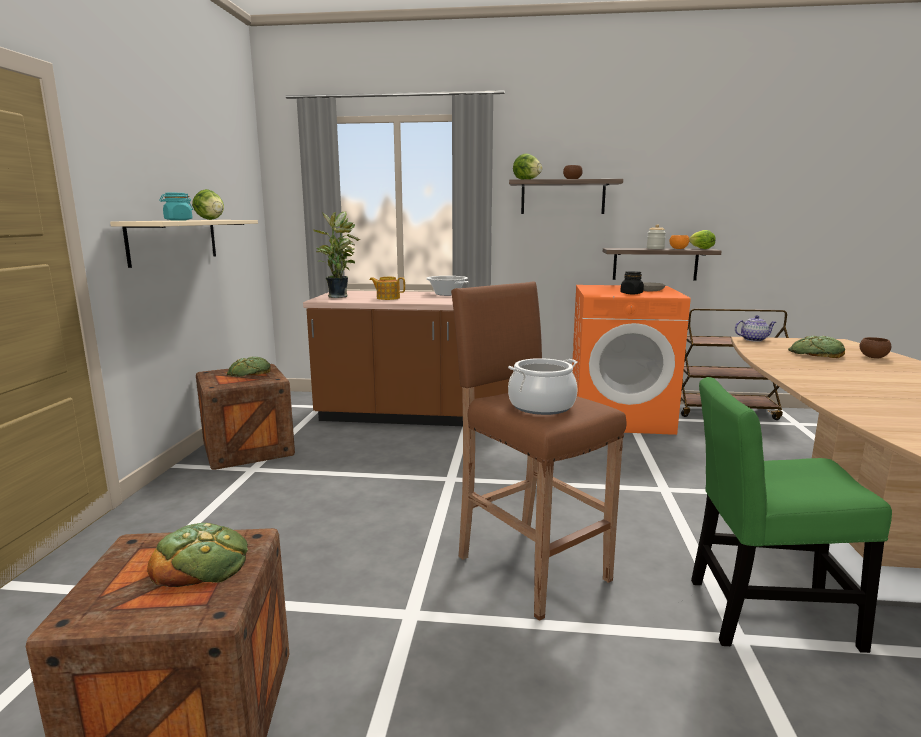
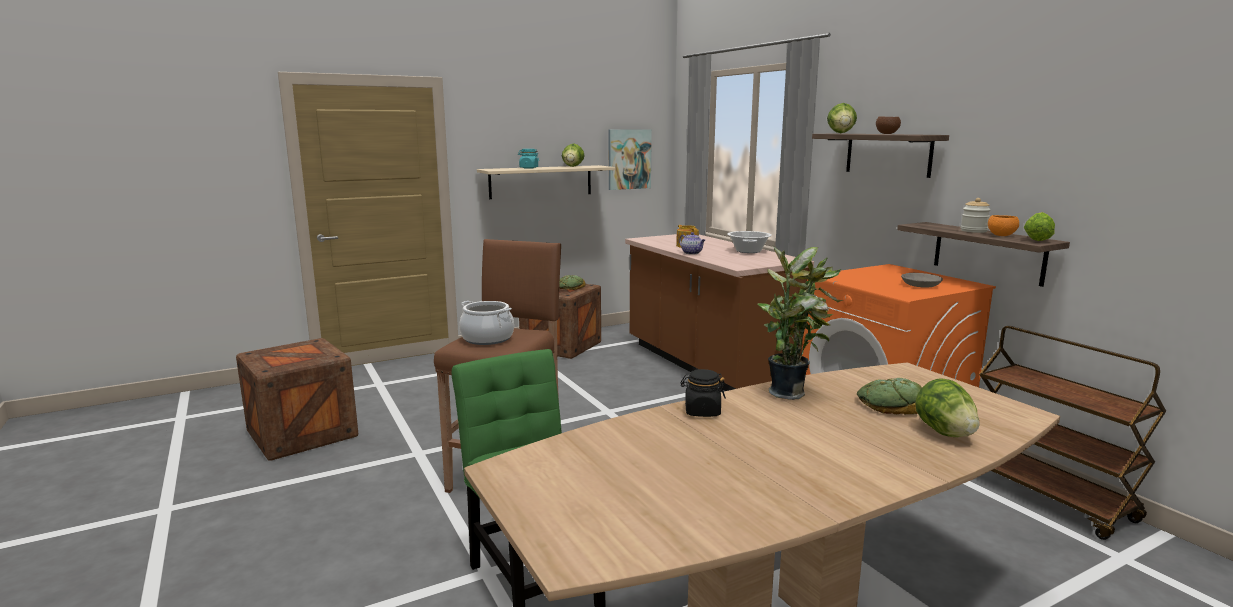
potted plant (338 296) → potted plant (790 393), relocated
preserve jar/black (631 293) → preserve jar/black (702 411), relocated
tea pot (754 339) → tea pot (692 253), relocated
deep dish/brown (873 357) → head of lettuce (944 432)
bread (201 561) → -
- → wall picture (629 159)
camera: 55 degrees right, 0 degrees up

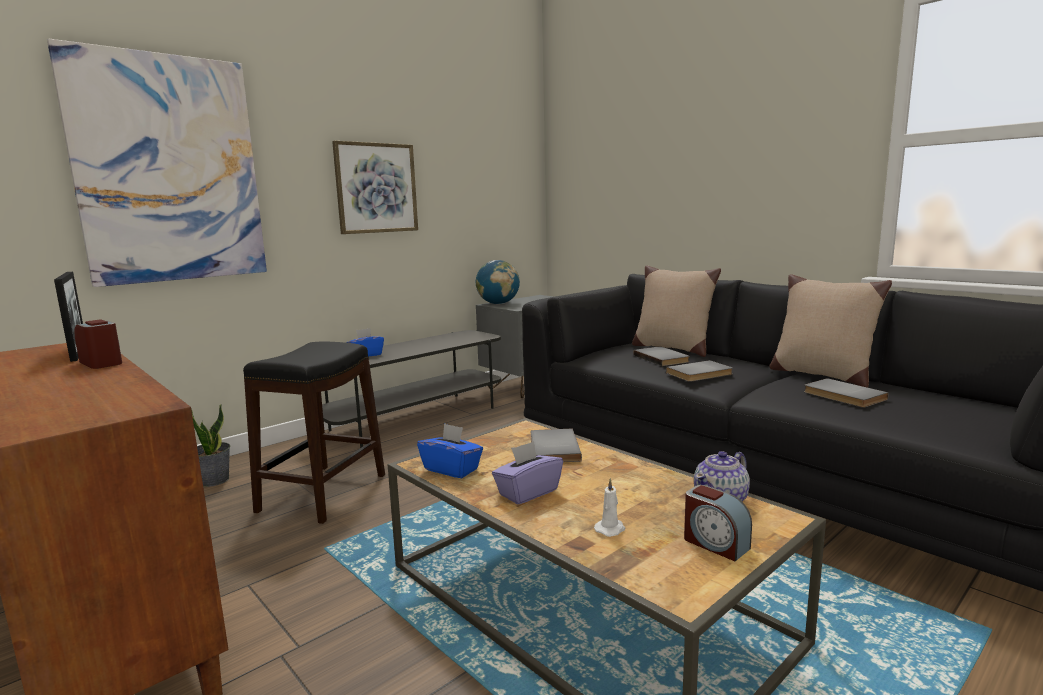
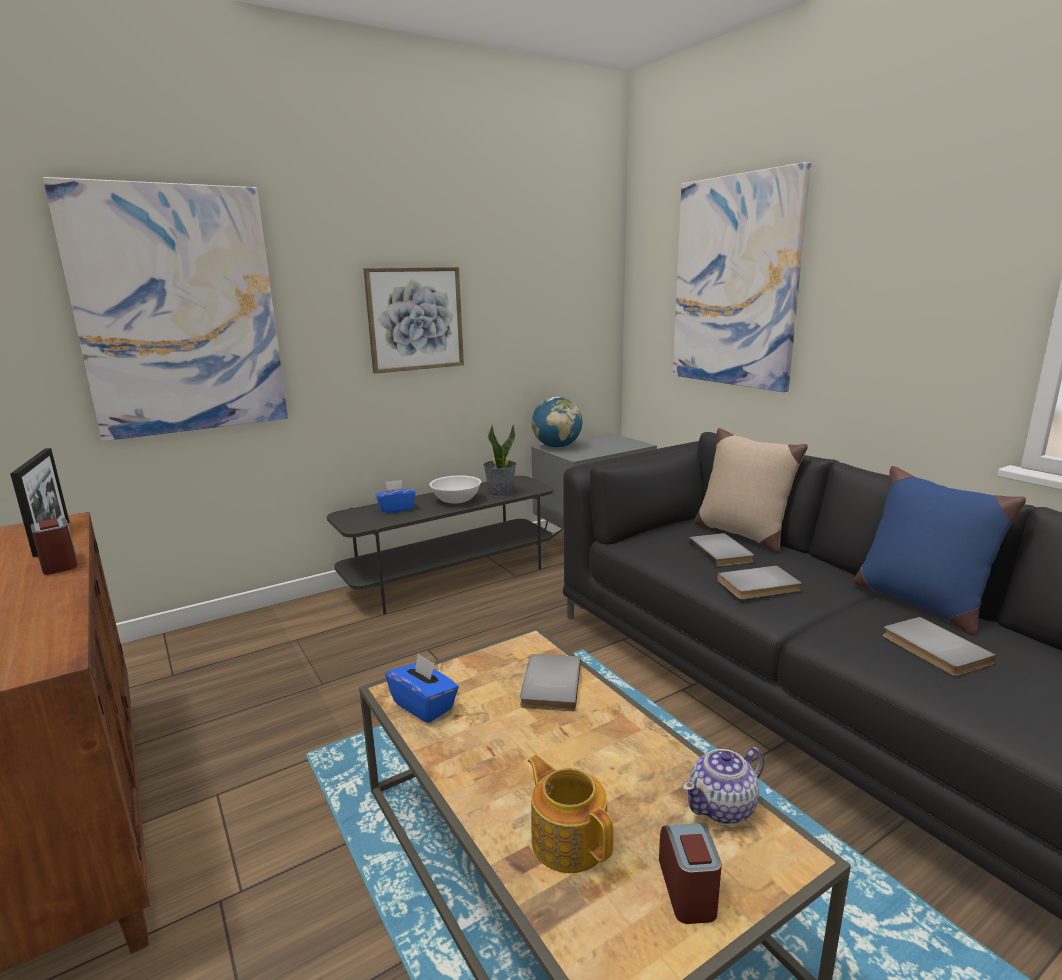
throw pillow/sand-coloured (821 375) → throw pillow/bluish (918 602)
stool seat/black (322 493) → -
potted plant (214 480) → potted plant (500 492), relocated
tissue holder/purple-coloured (527 492) → -
wax light/whitish (610 529) → tea pot (568 839)
alarm clock (715 544) → alarm clock (688 889), 150 degrees counterclockwise
- → wall picture (735 283)
- → deep dish/whitish (456 500)
camera: 10 degrees right, 5 degrees up

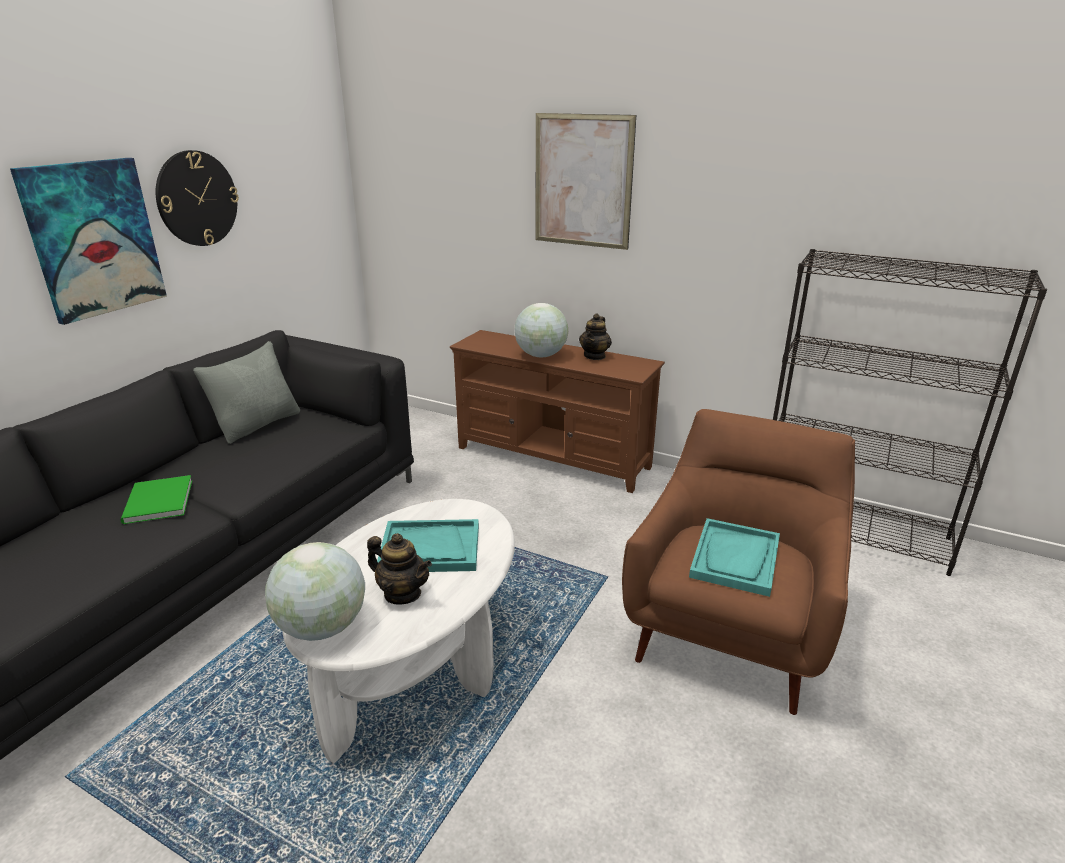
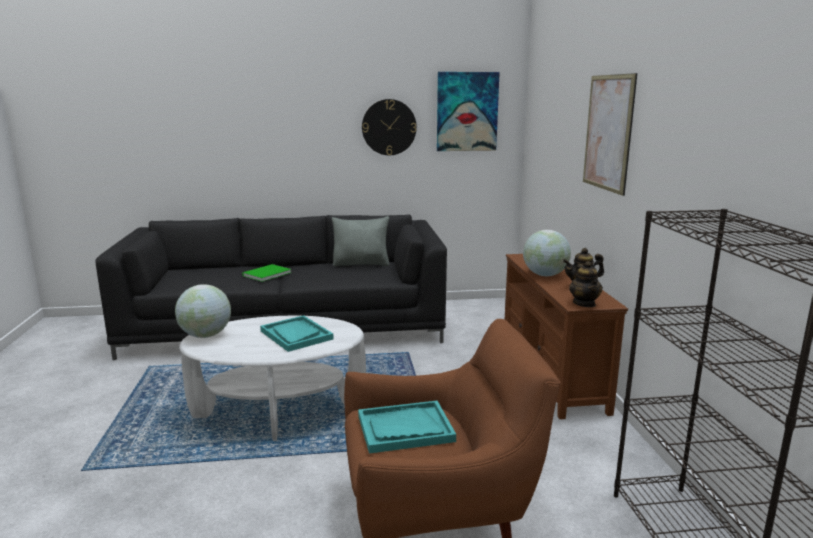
wall picture (94 239) → wall picture (467 112), relocated
tea pot (402 593) → tea pot (584 303), relocated
camera: 55 degrees right, 10 degrees down

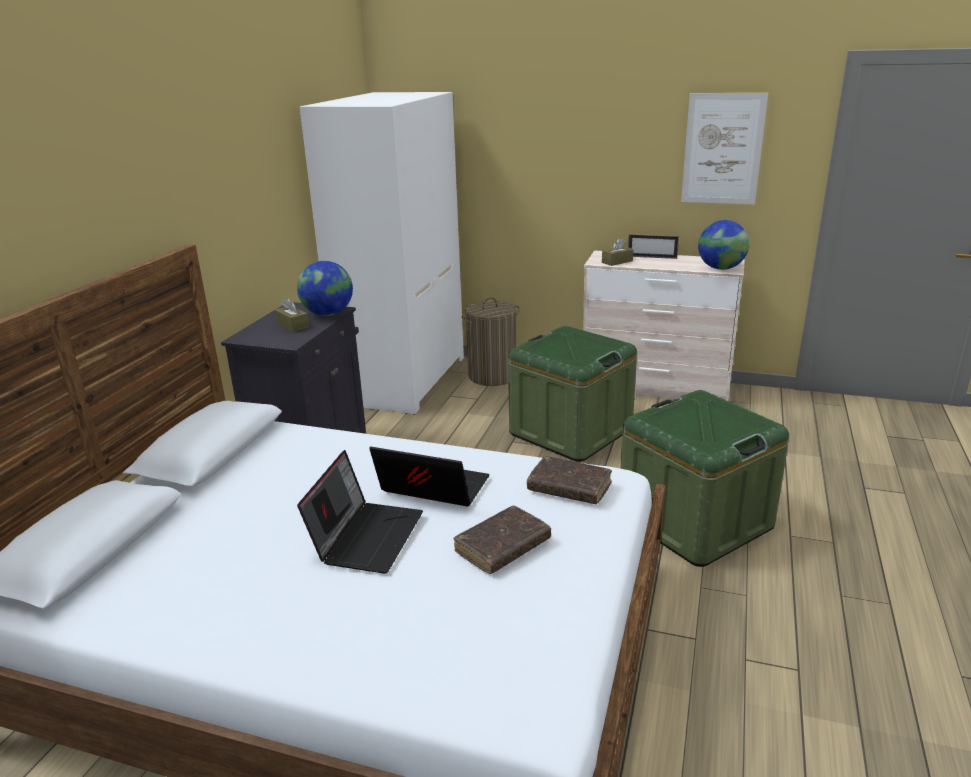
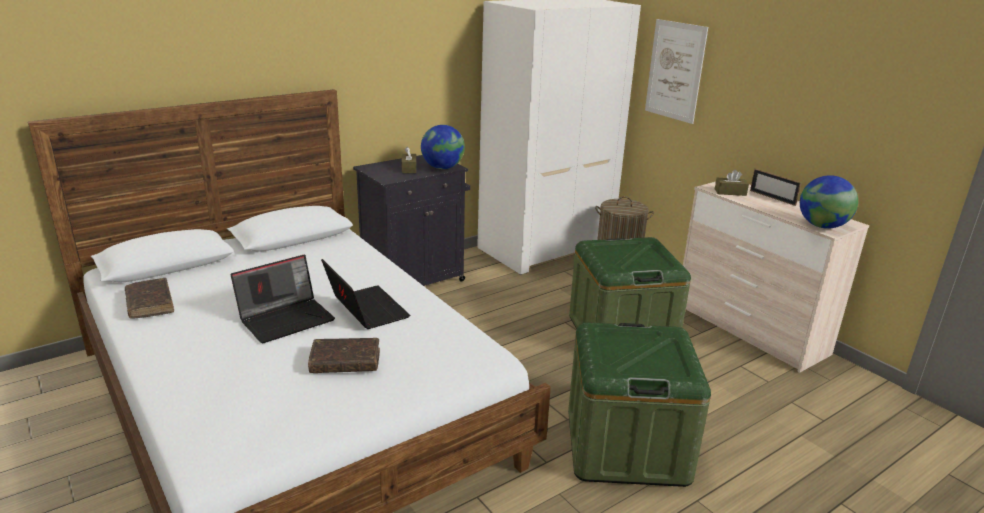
wall picture (722 149) → wall picture (675 71), relocated
bound book/brown (569 488) → bound book/brown (150 304), relocated
camera: 35 degrees right, 0 degrees up

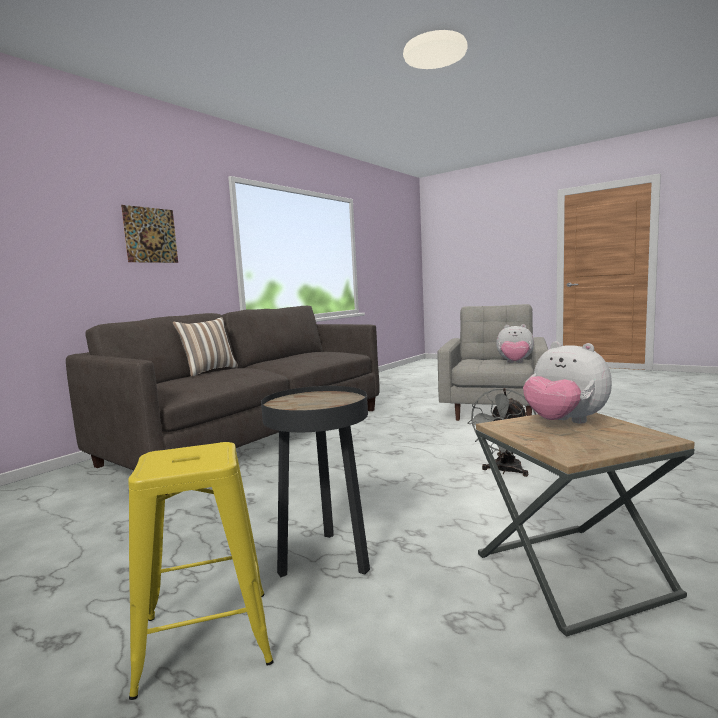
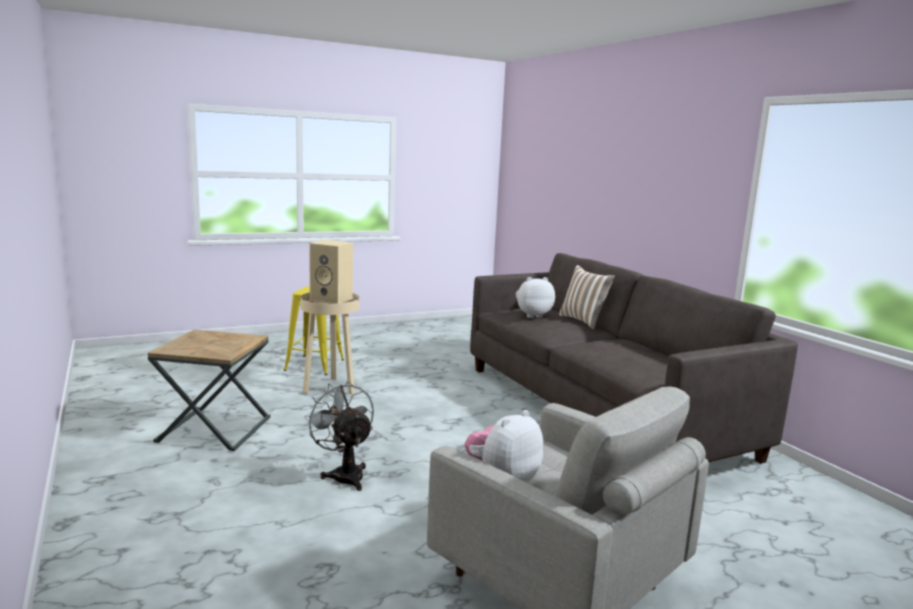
wall picture (150 235) → -
cuddly toy (564 422) → cuddly toy (532 315), relocated
side table/black (325 561) → side table/sand-coloured (330 388)
- → speaker/sand-coloured (332 299)
camera: 115 degrees right, 5 degrees up

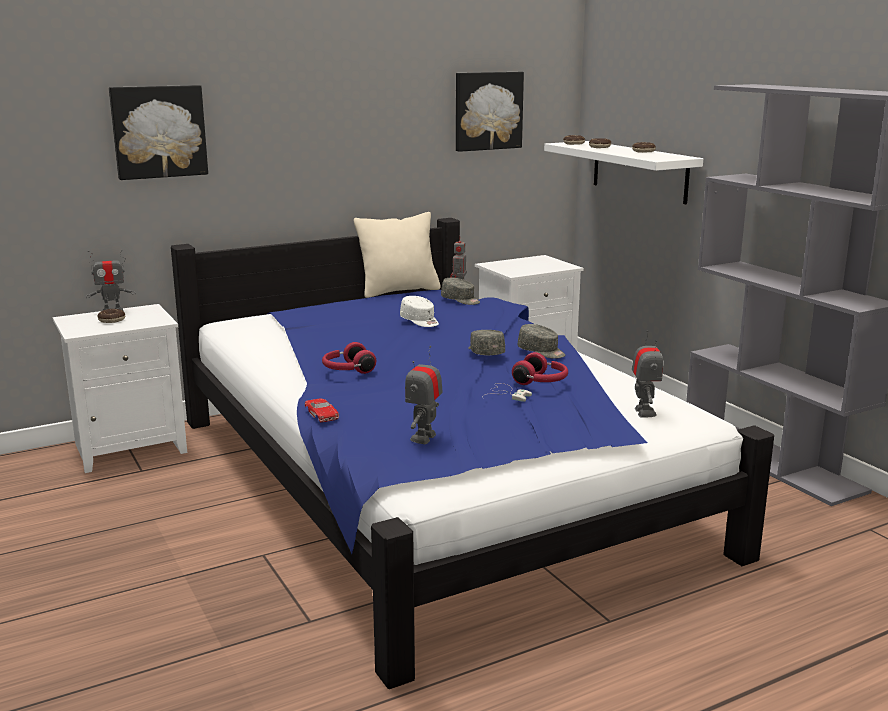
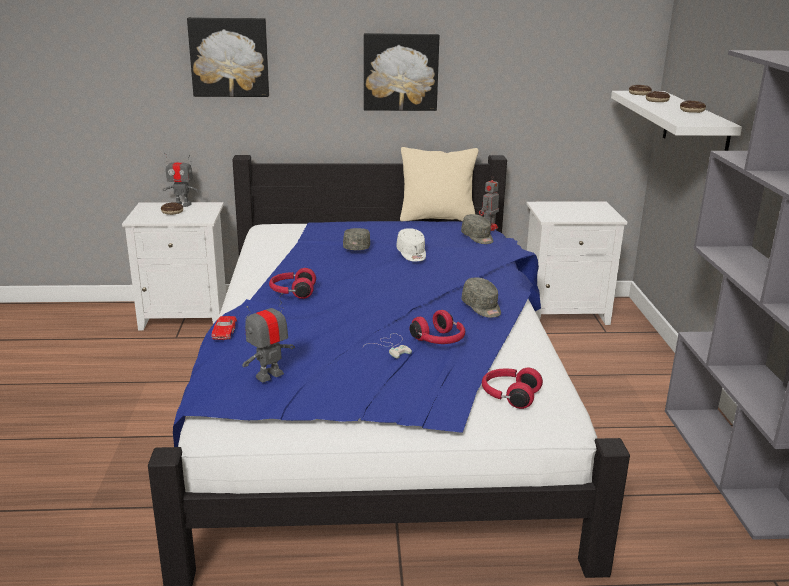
wall picture (487 111) → wall picture (400 72), relocated
peaked cap/grey (485 352) → peaked cap/grey (357 247), relocated
robot figure (644 412) → headset/red-coloured (509 396)
camera: 25 degrees right, 5 degrees up

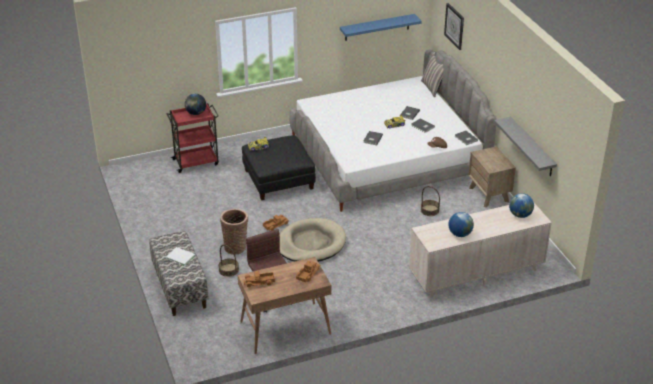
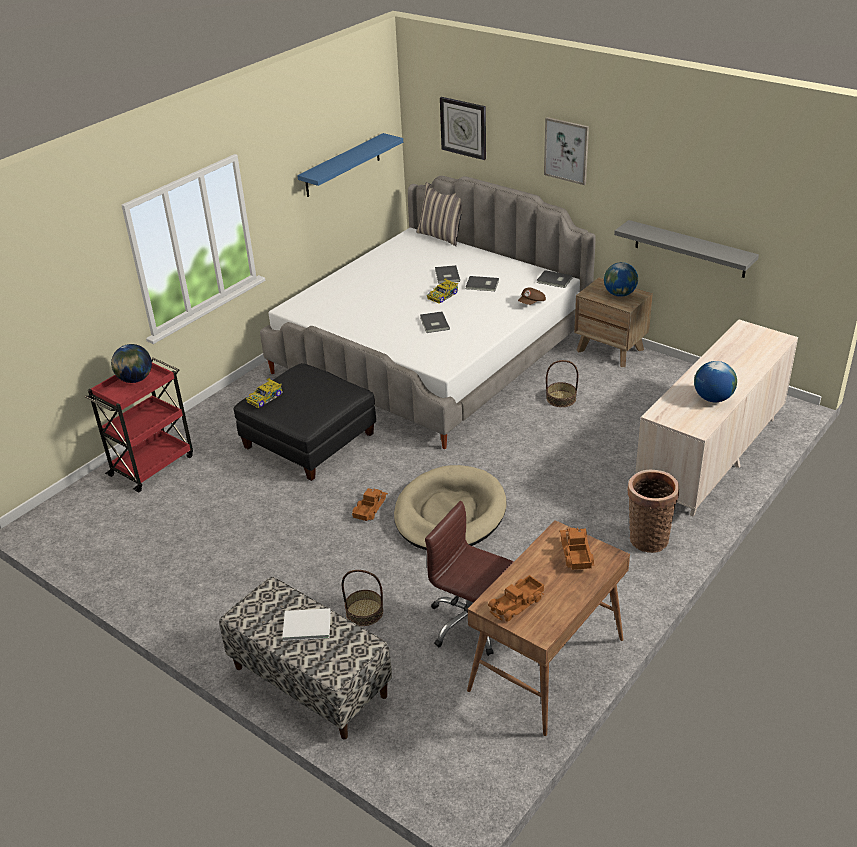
desk globe (520 215) → desk globe (619 294), relocated
household basket (236 246) → household basket (647 537), relocated
- → wall picture (566 150)
camera: 30 degrees left, 0 degrees up

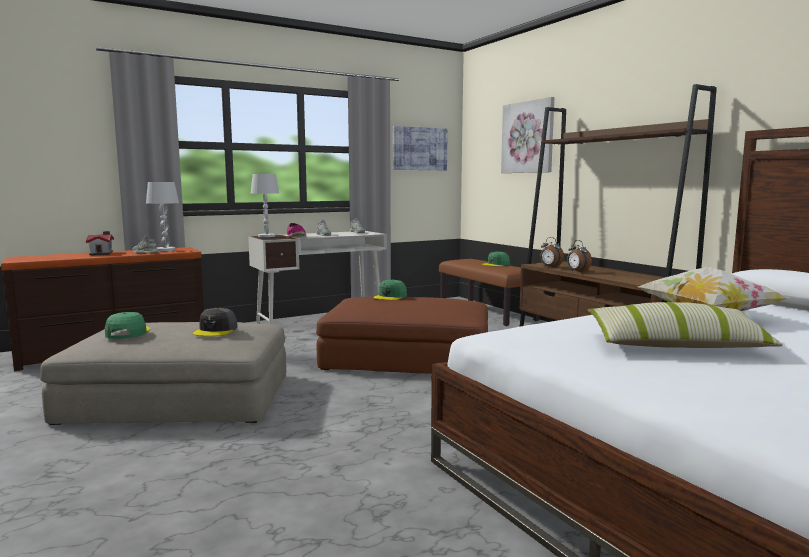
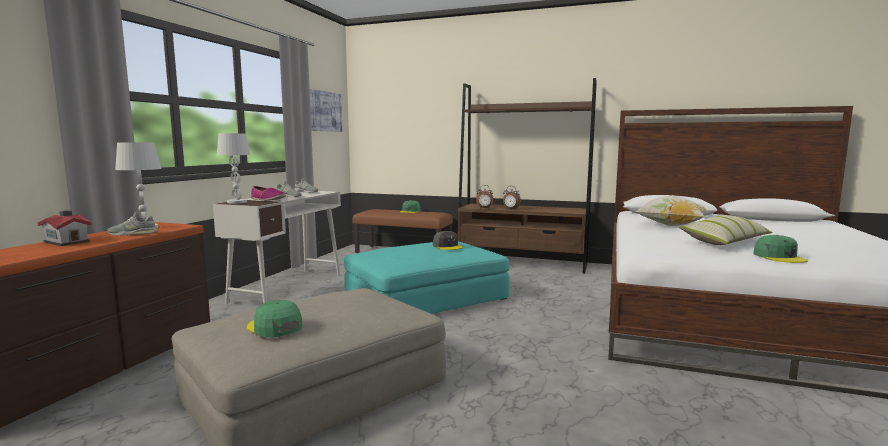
wall picture (528 137) → -
peaked cap/greenish (390 296) → peaked cap/greenish (779 257), relocated
pouffe/brown (407 356) → pouffe/turquoise (426 297)
peaked cap/grey (216 330) → peaked cap/grey (447 246), relocated
camera: 40 degrees left, 0 degrees up

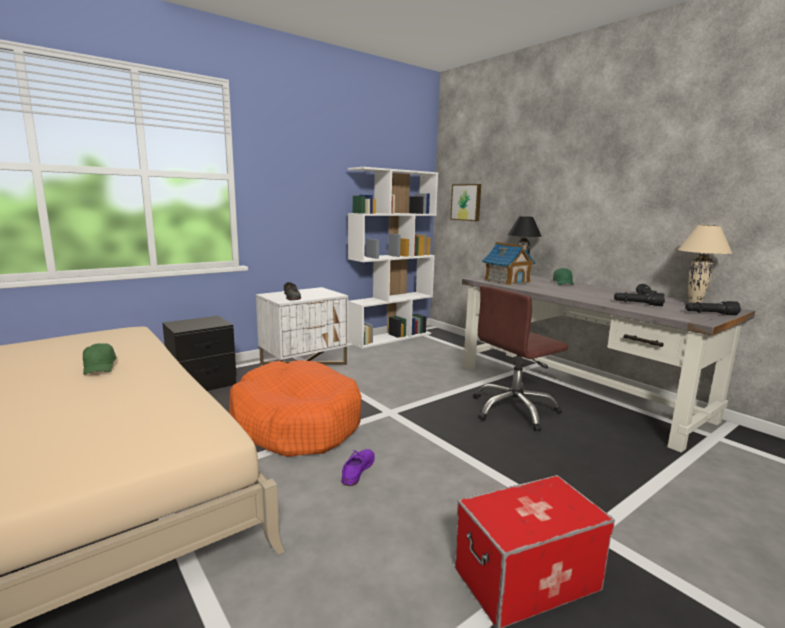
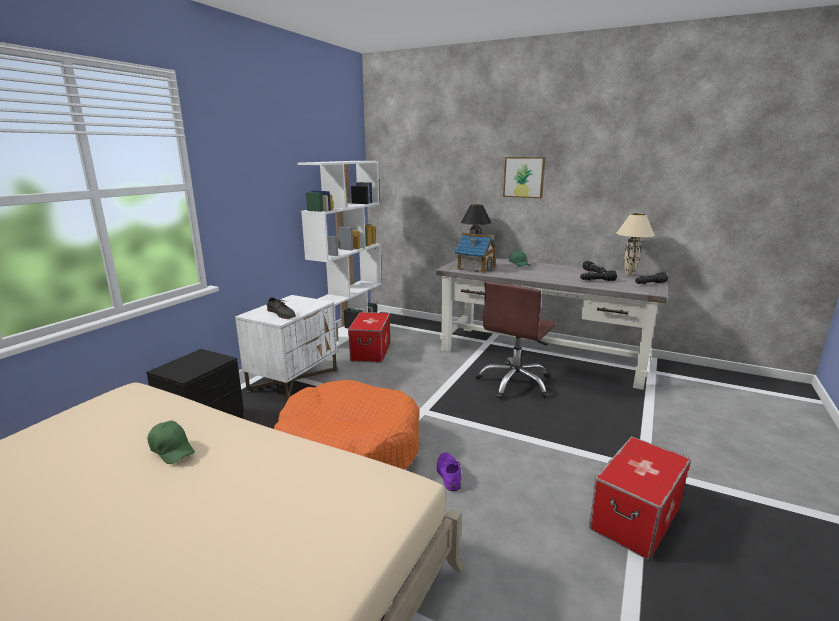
wall picture (466 202) → wall picture (524 177), relocated
- → storage container (370 351)
camera: 25 degrees left, 5 degrees up

